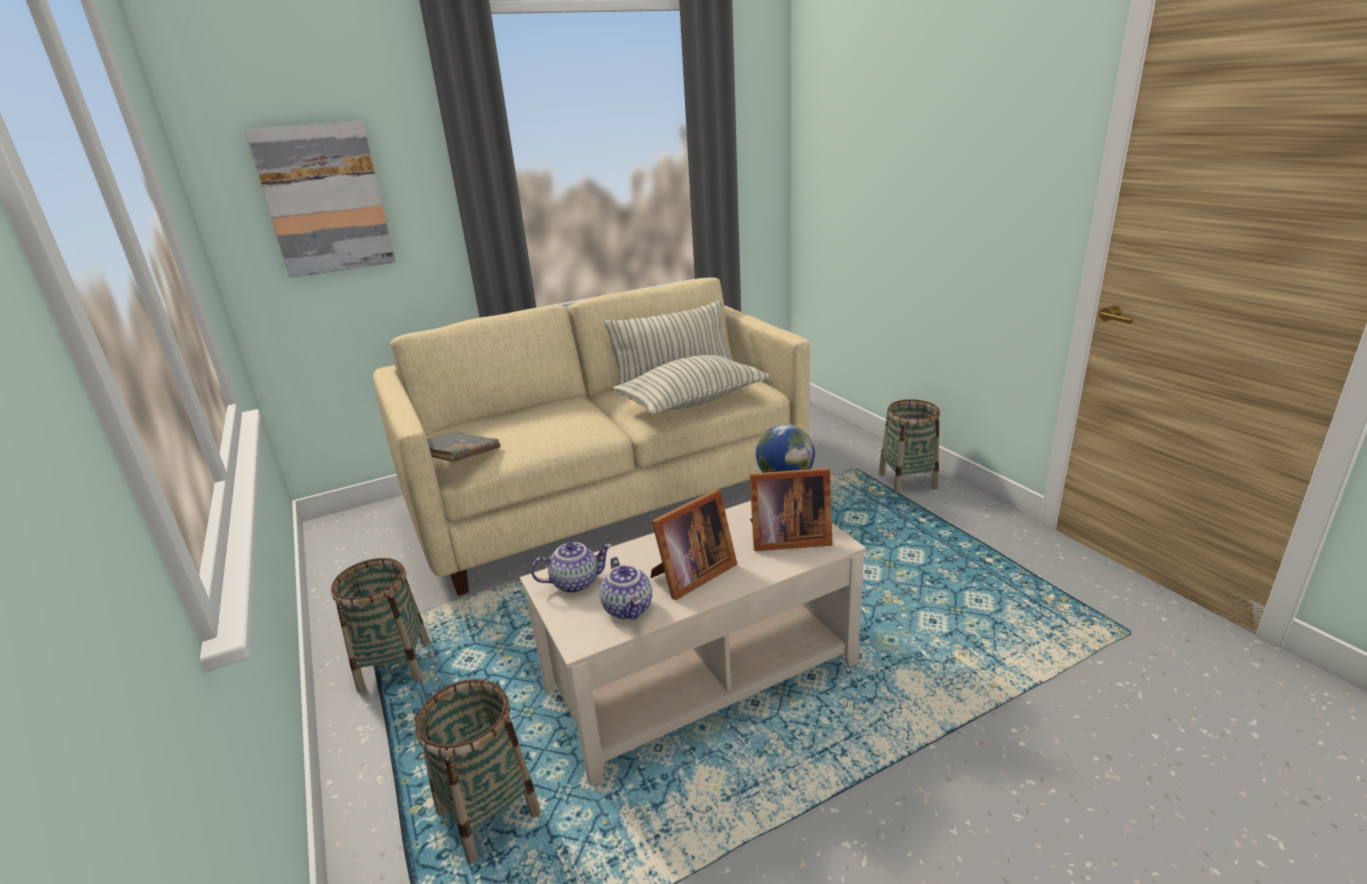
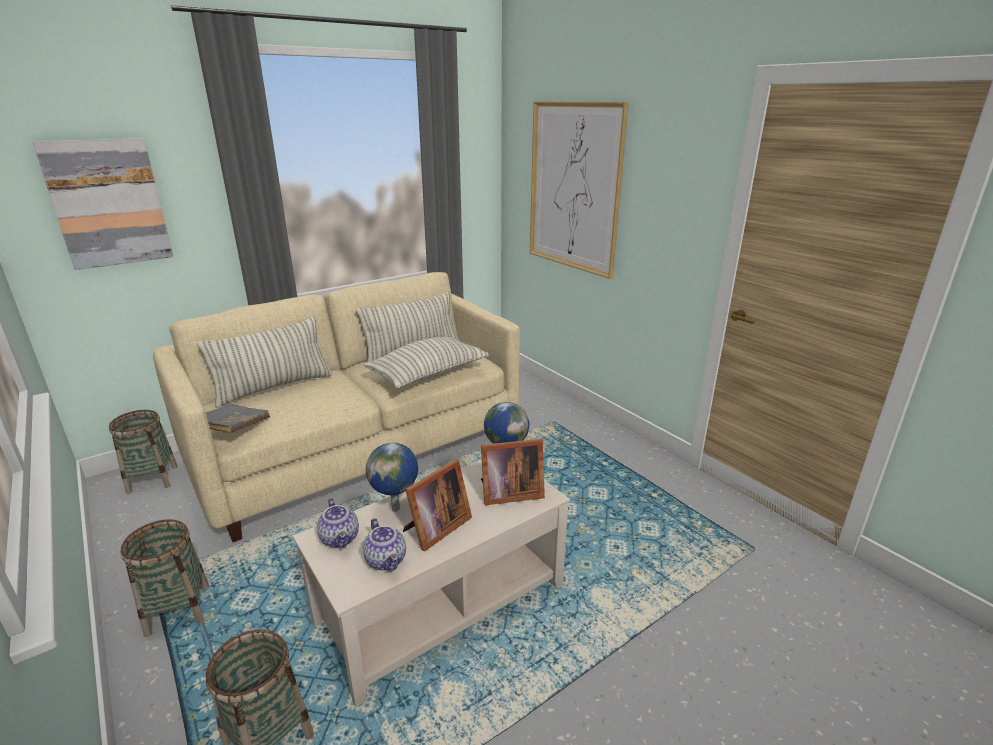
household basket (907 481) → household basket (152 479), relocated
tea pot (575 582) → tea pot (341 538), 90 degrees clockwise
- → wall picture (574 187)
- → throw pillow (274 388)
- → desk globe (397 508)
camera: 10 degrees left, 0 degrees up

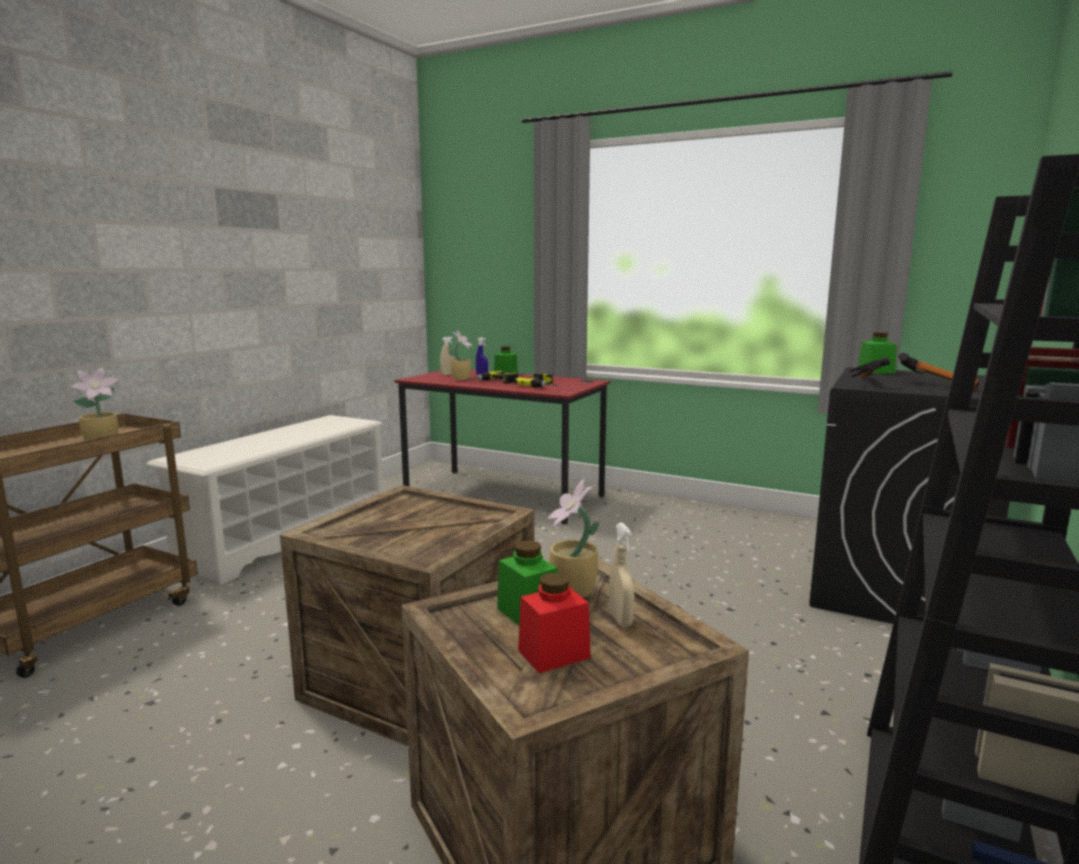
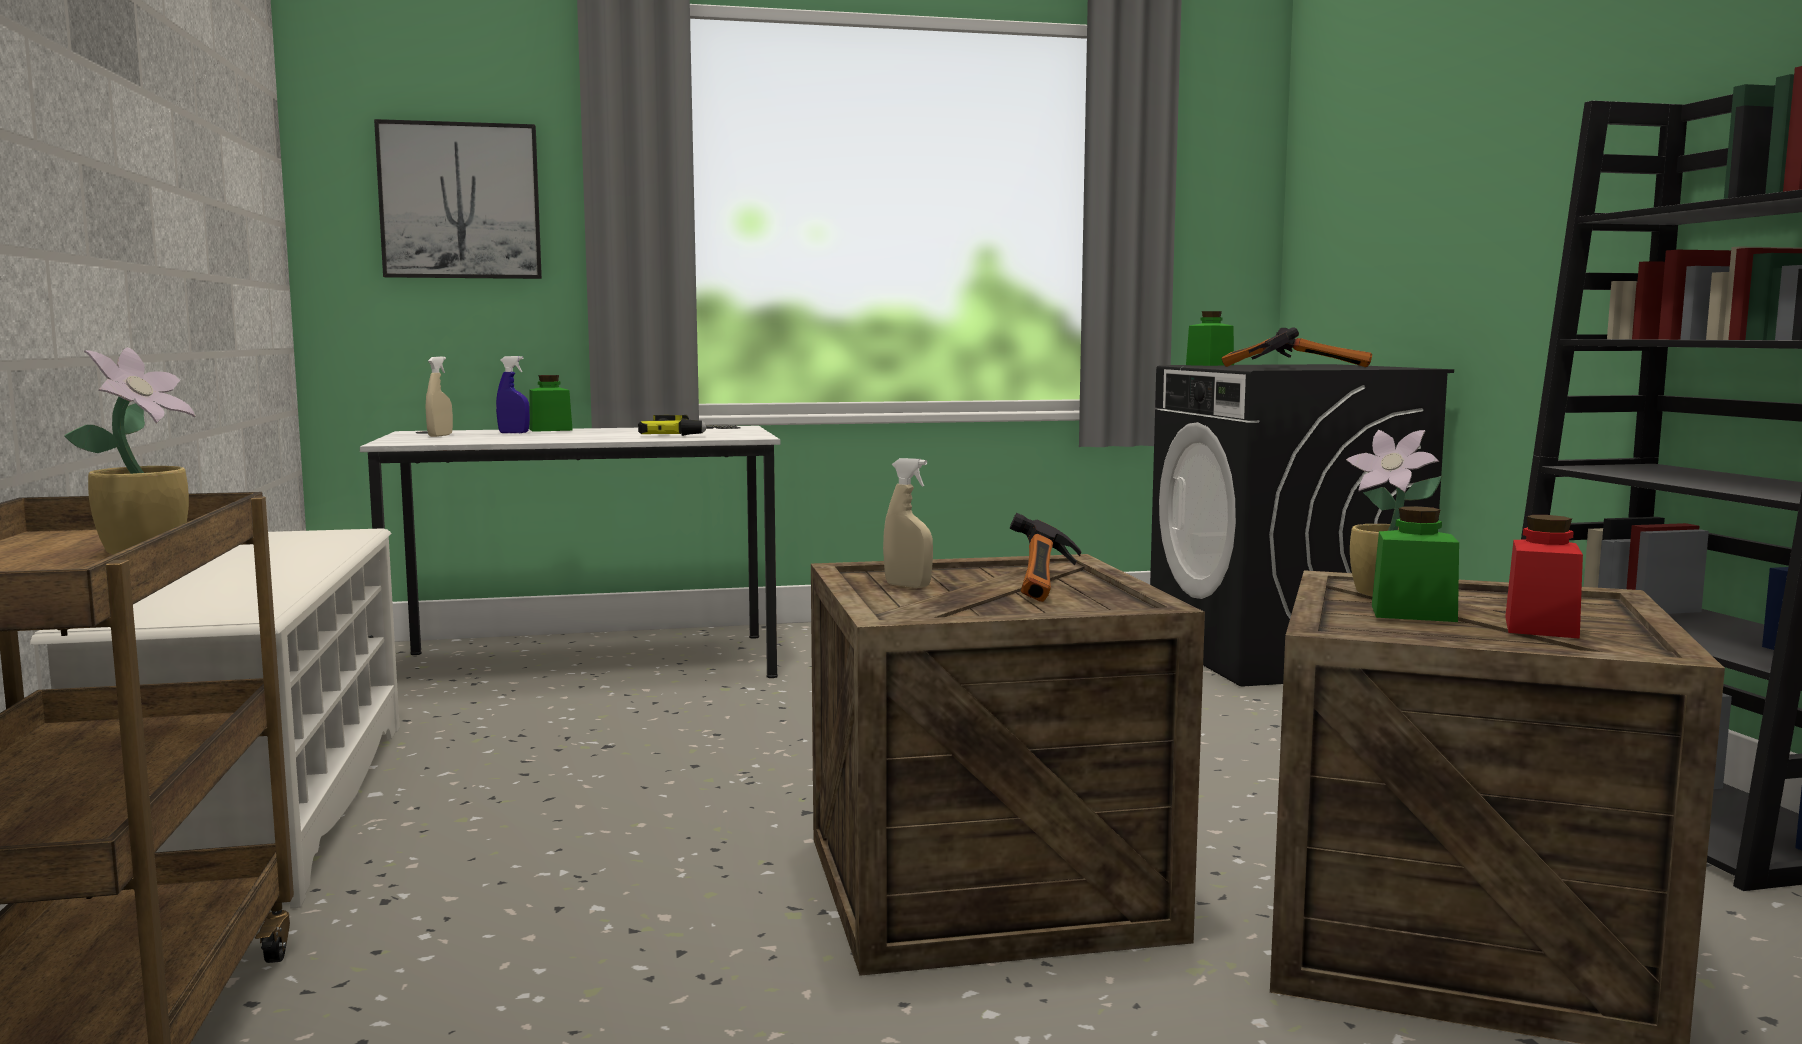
potted plant (462 379) → -
desk/red-coloured (503 495) → desk/whitish (588 665)
power drill (493 382) → -
hand sprayer/sand-coloured (620 620) → hand sprayer/sand-coloured (908 586), relocated
- → wall picture (460 201)
- → hammer (1047 587)
camera: 40 degrees left, 5 degrees down

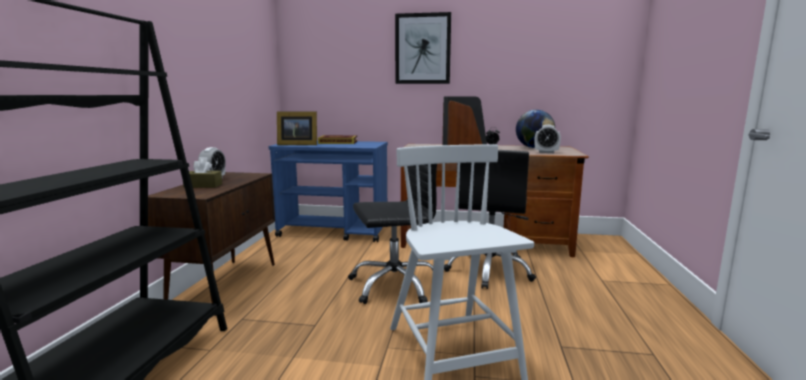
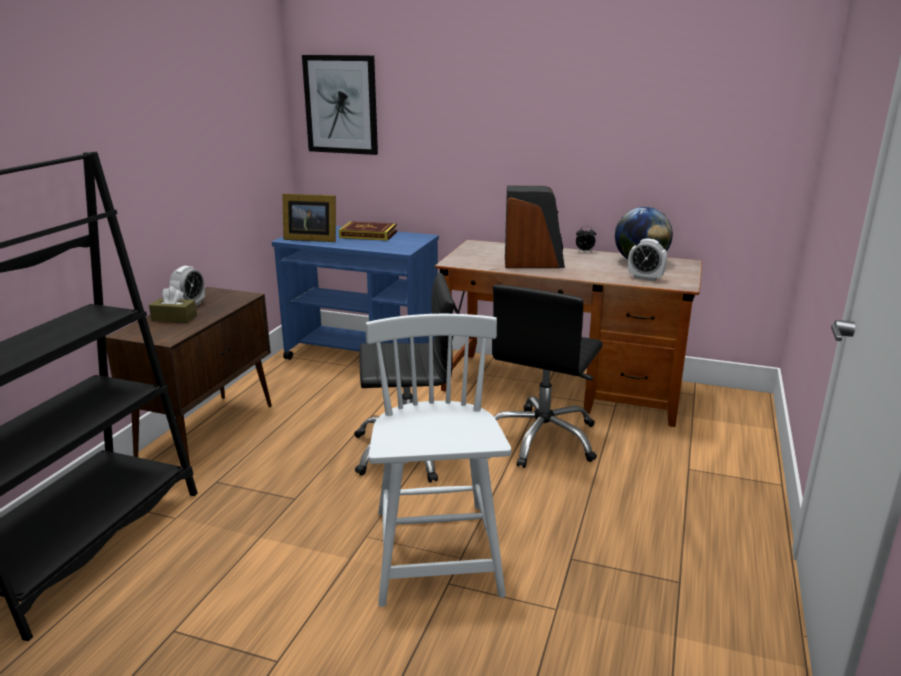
wall picture (422 49) → wall picture (341 105), relocated
camera: 10 degrees right, 10 degrees up

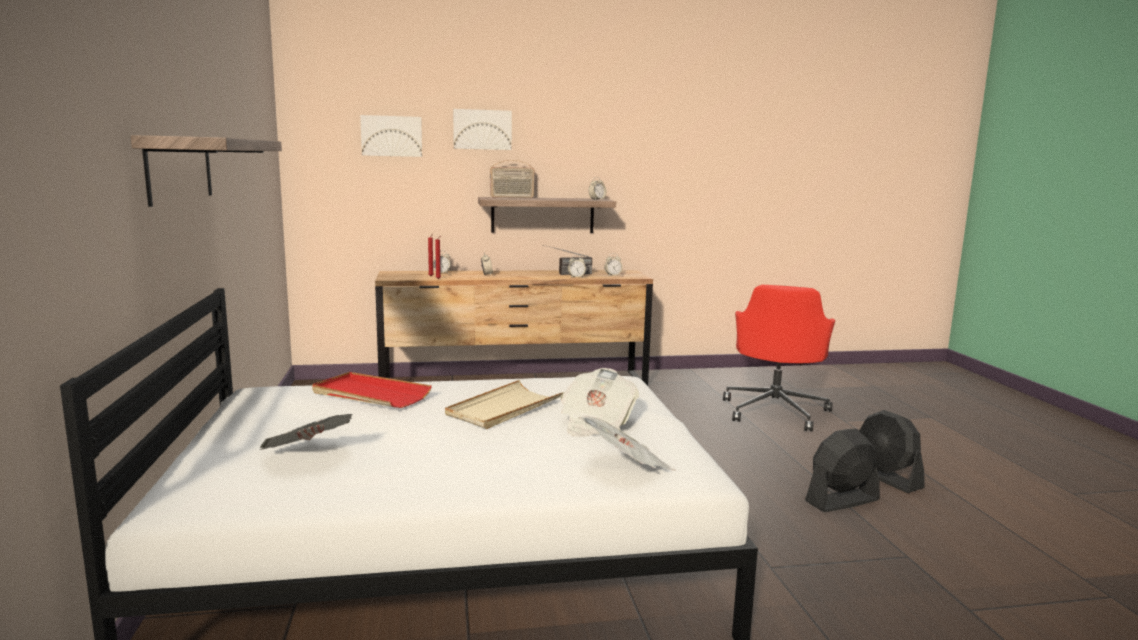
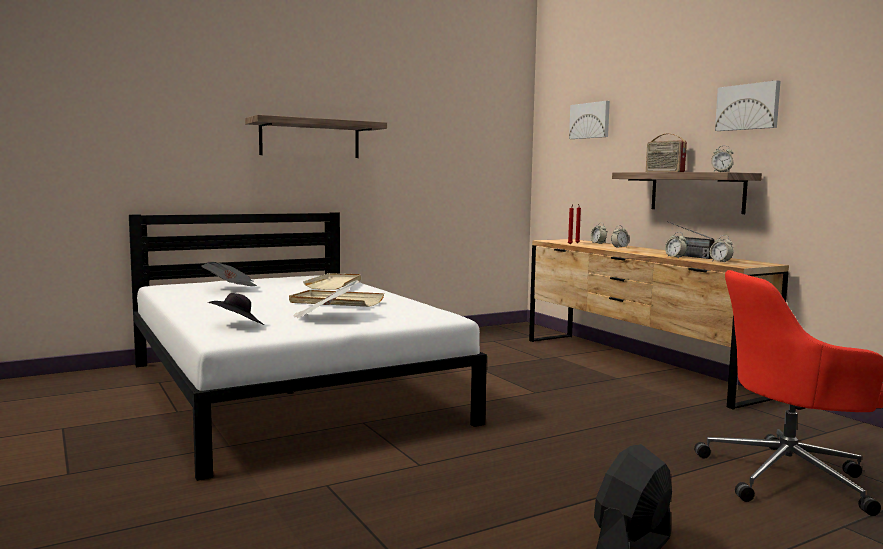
wall picture (482 129) → wall picture (748 107), relocated
serving tray/red-coloured (370 394) → serving tray/sand-coloured (334 284)
printed paper (626 467) → clothing hat/black (237 325)
electric fan/black (841 501) → -
camera: 70 degrees right, 5 degrees down

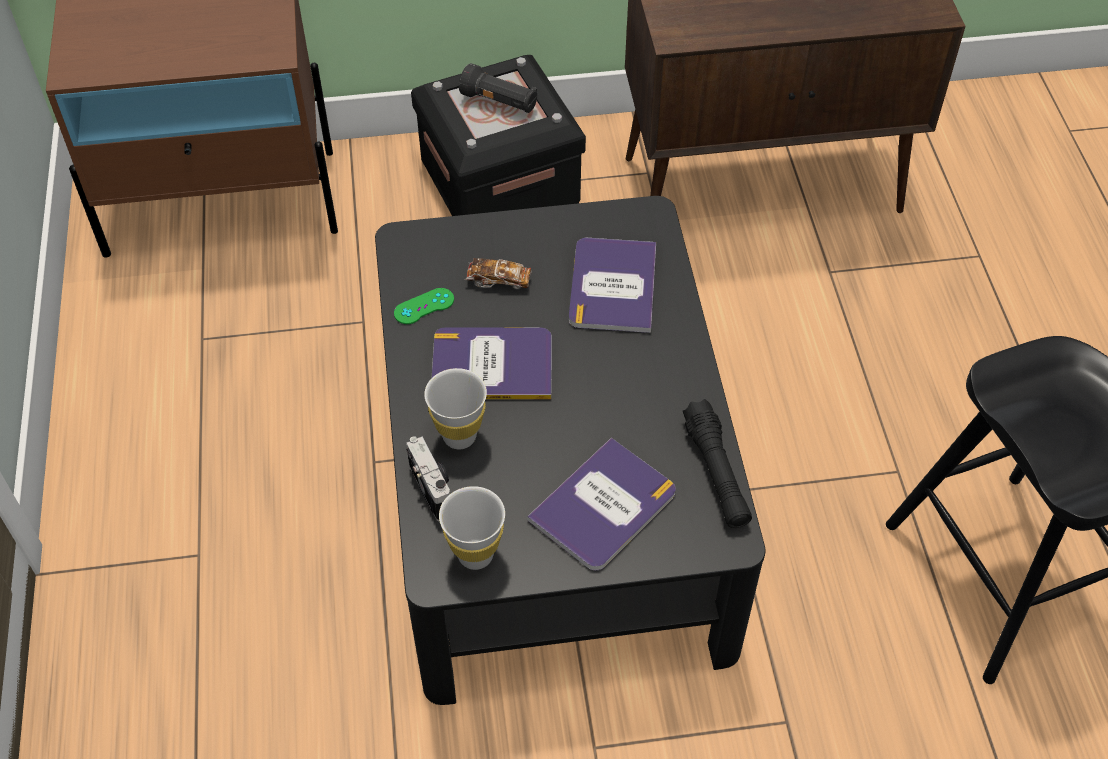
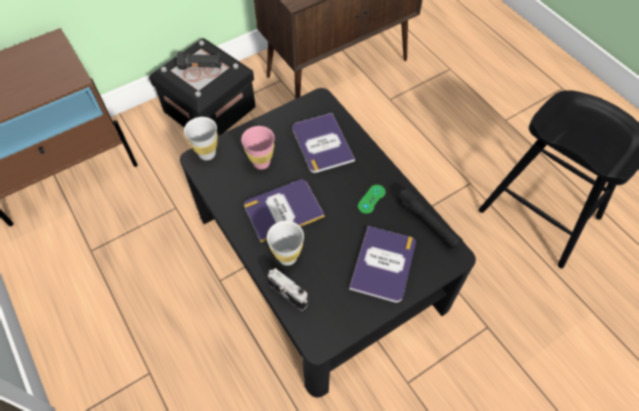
toy car (498 281) → small cup/pinkish (261 163)
joypad/greenish (424 306) → joypad/greenish (371 199), relocated
small cup/whitish (475 555) → small cup/whitish (207 153), relocated
camera: 25 degrees left, 5 degrees up

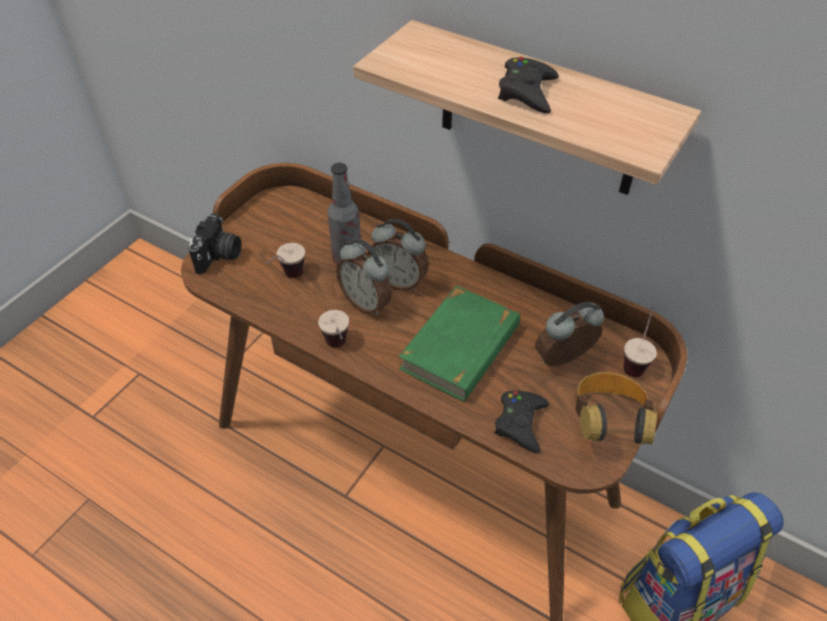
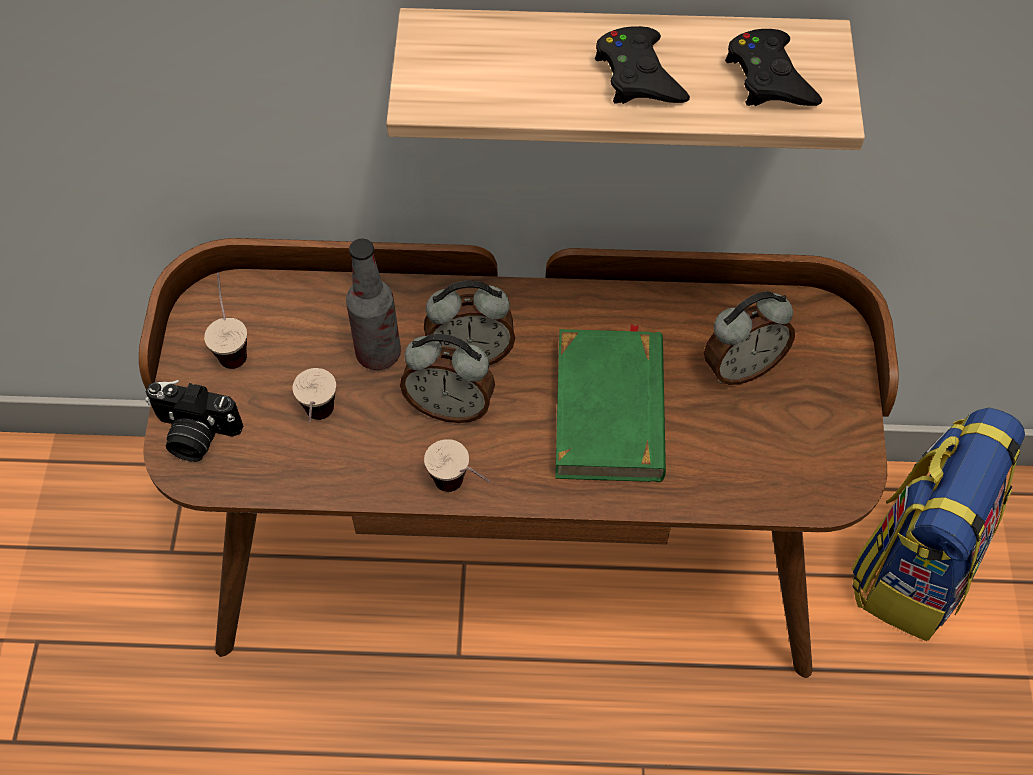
still camera (219 256) → still camera (194 434), 120 degrees clockwise
alarm clock (564 360) → alarm clock (741 367), 150 degrees counterclockwise
small cup (635 359) → small cup (232 343), relocated
headset (607 422) → -
joypad/black (520 423) → joypad/black (769 78), relocated
camera: 30 degrees left, 10 degrees up

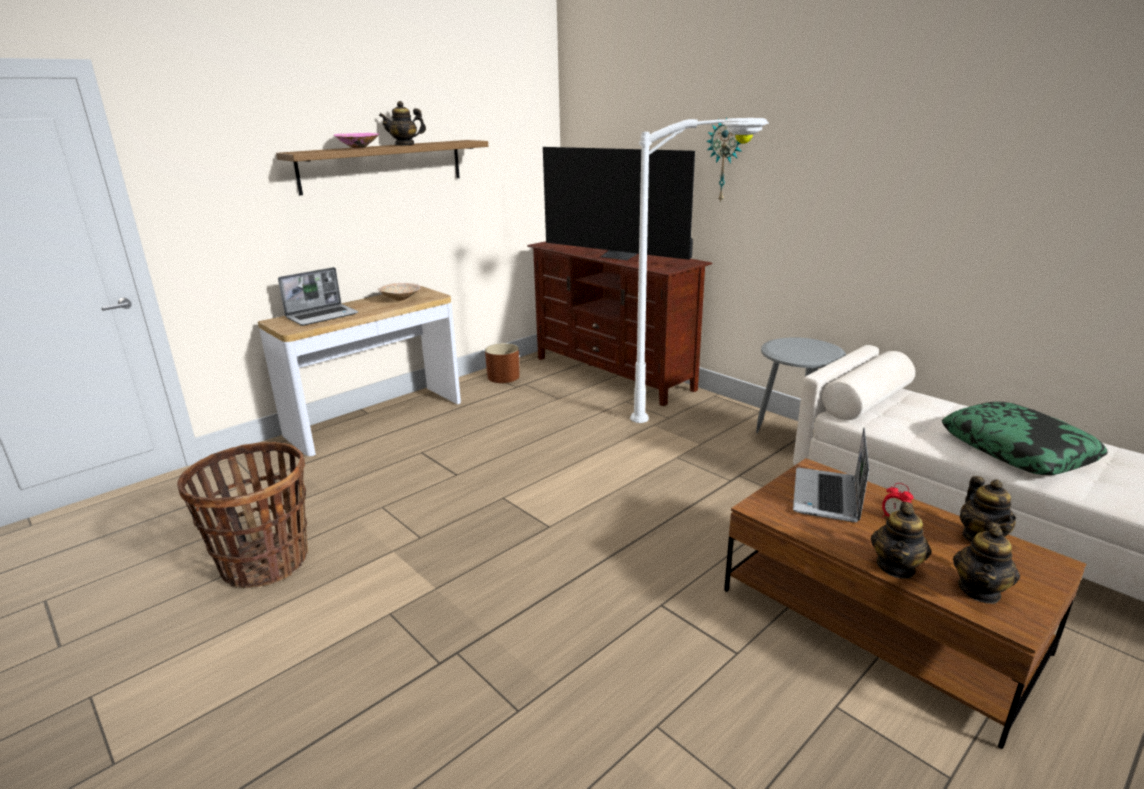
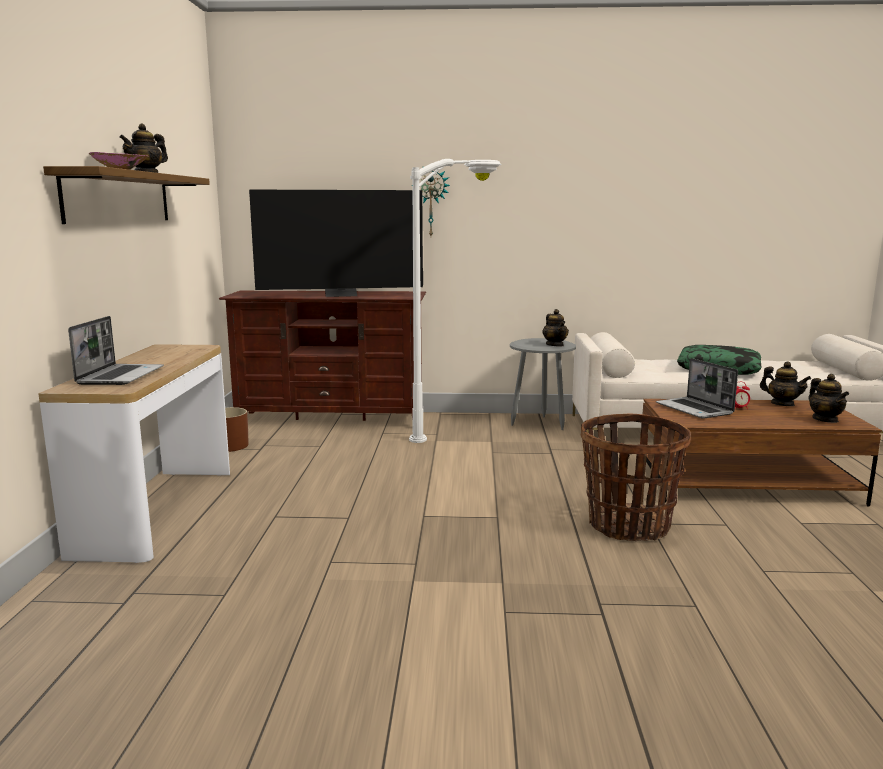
deep dish/sand-coloured (401 299) → -
household basket (265 562) → household basket (628 526), relocated
tea pot (896 567) → tea pot (555 345), relocated
camera: 45 degrees left, 10 degrees down

